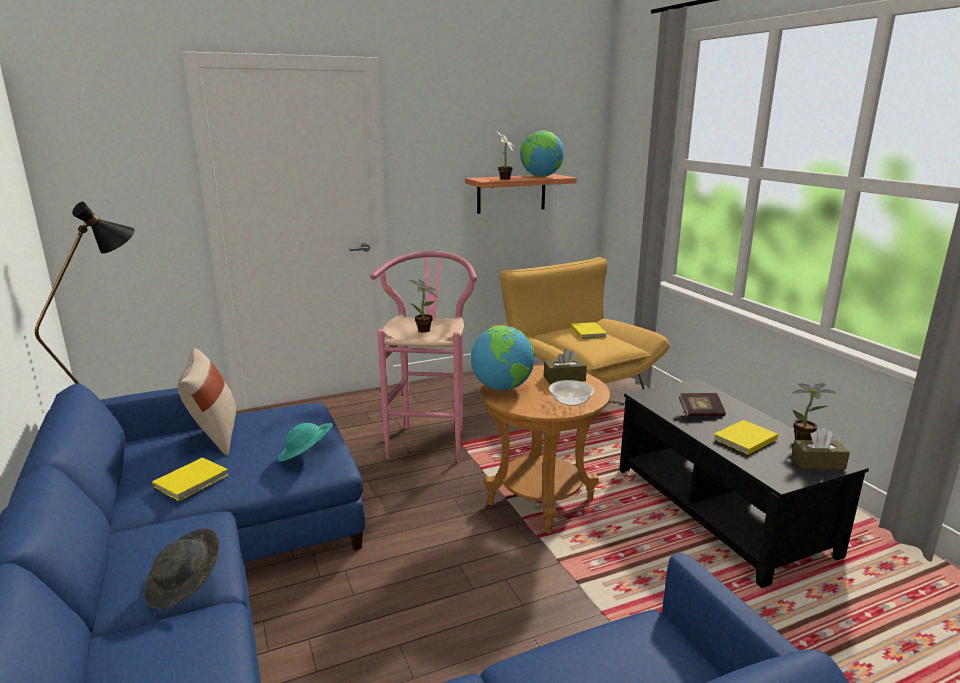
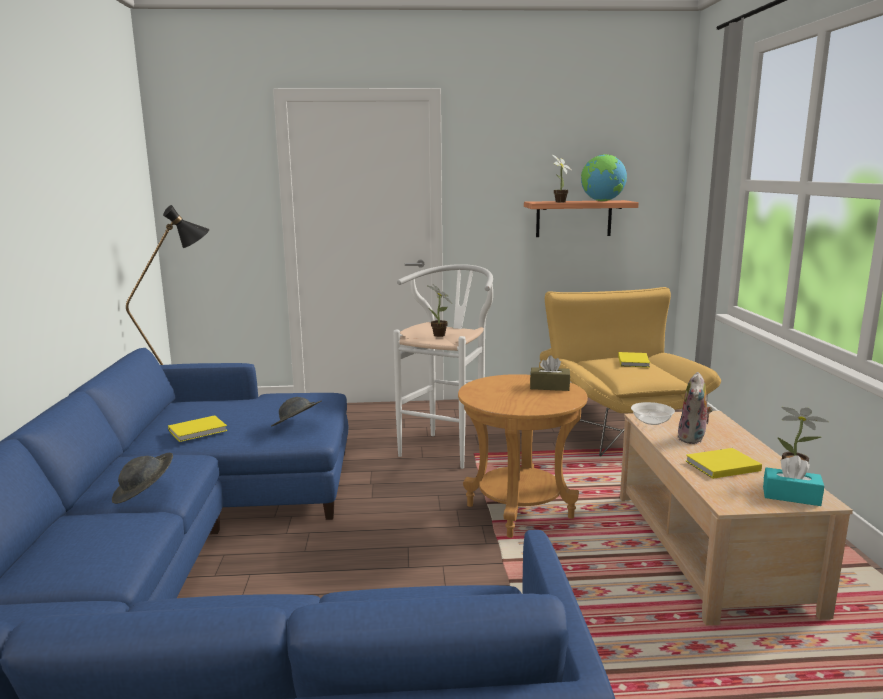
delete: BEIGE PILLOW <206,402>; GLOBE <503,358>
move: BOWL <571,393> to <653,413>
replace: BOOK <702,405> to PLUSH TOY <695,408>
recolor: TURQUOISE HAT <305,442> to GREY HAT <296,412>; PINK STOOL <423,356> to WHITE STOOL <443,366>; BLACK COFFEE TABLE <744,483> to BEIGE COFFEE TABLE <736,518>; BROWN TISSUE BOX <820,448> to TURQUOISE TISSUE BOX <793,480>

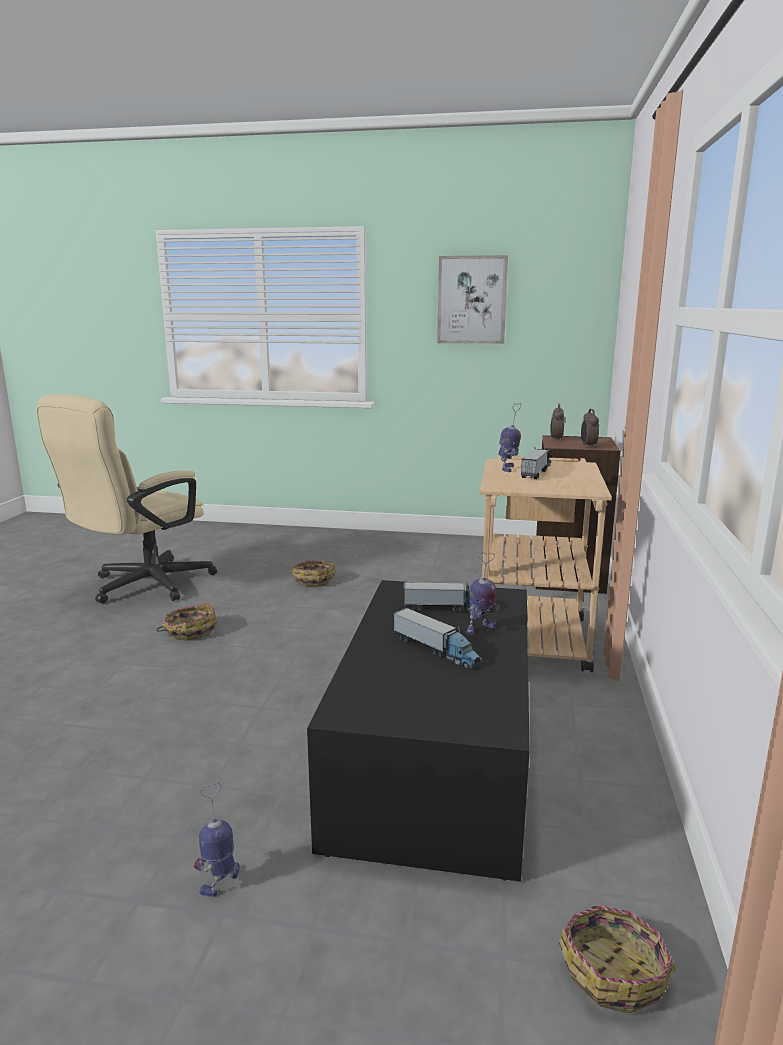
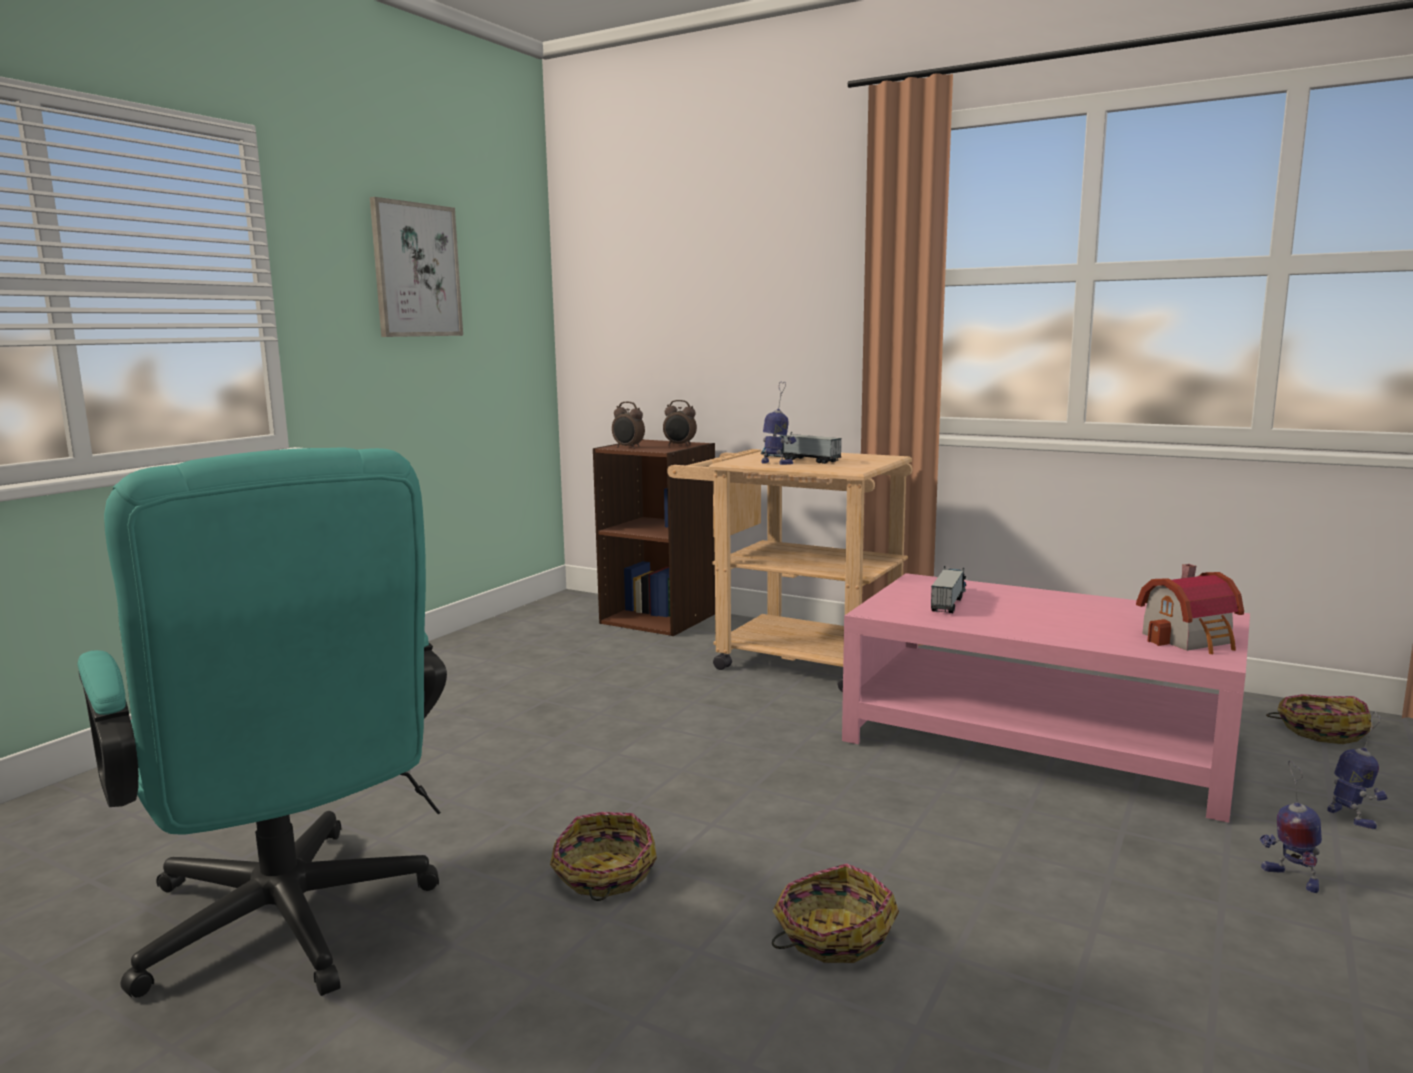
delete: TOY TRUCK <438,638>
insert: TOY HOUSE <1190,609>
move: BASKET <313,574> to <835,913>; TOY ROBOT <483,594> to <1357,770>
recolor: BEIGE OFFICE CHAIR <127,498> to TURQUOISE OFFICE CHAIR <262,722>; BLACK COFFEE TABLE <418,731> to PINK COFFEE TABLE <1046,698>

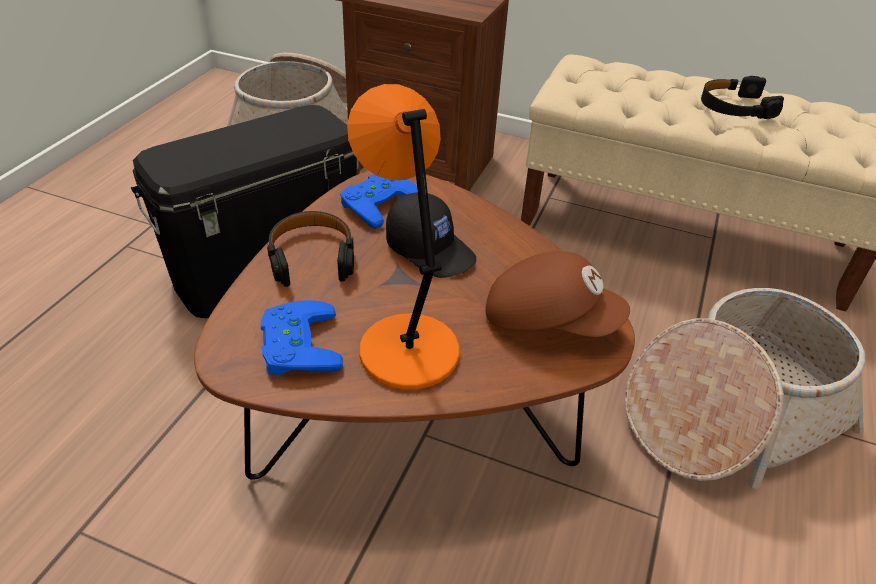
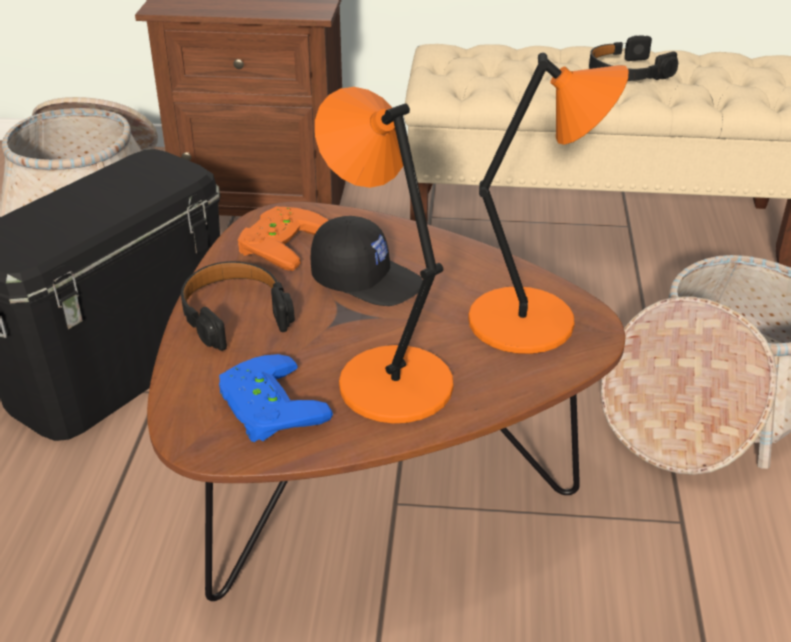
replace: BROWN CAP <557,294> to ORANGE TABLE LAMP <548,203>
recolor: BLUE GAME CONTROLLER <379,201> to ORANGE GAME CONTROLLER <283,238>

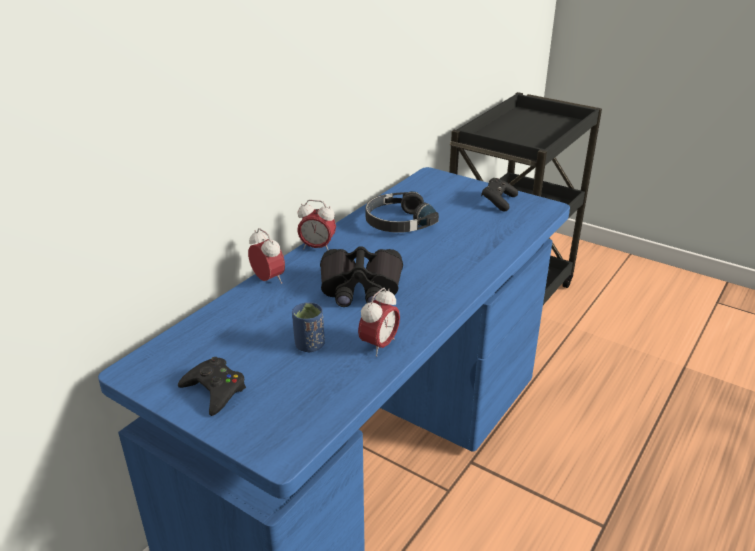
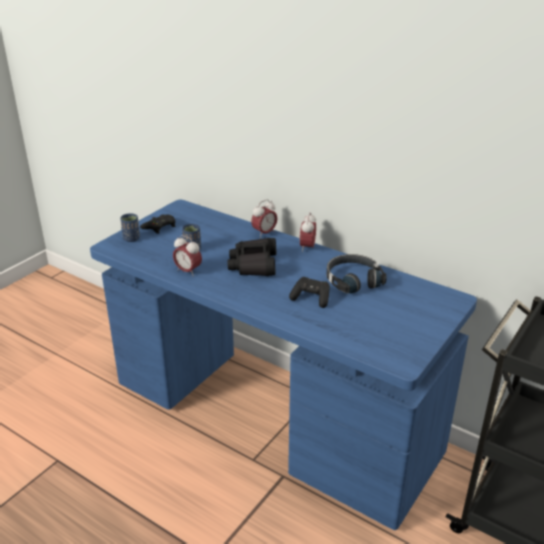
insert: BLUE CUP <130,227>
move: BLACK GAME CONTROLLER <499,194> to <309,292>

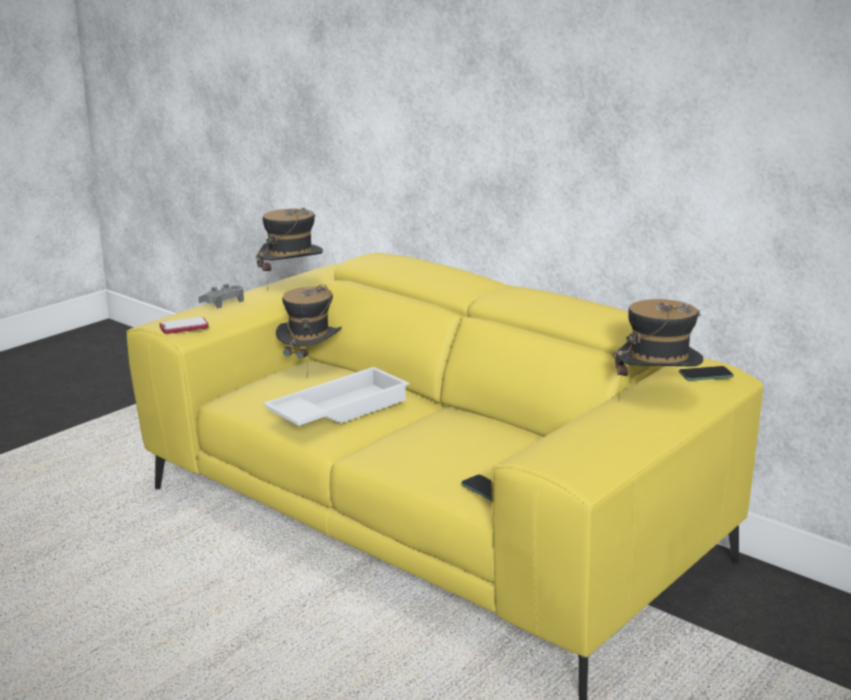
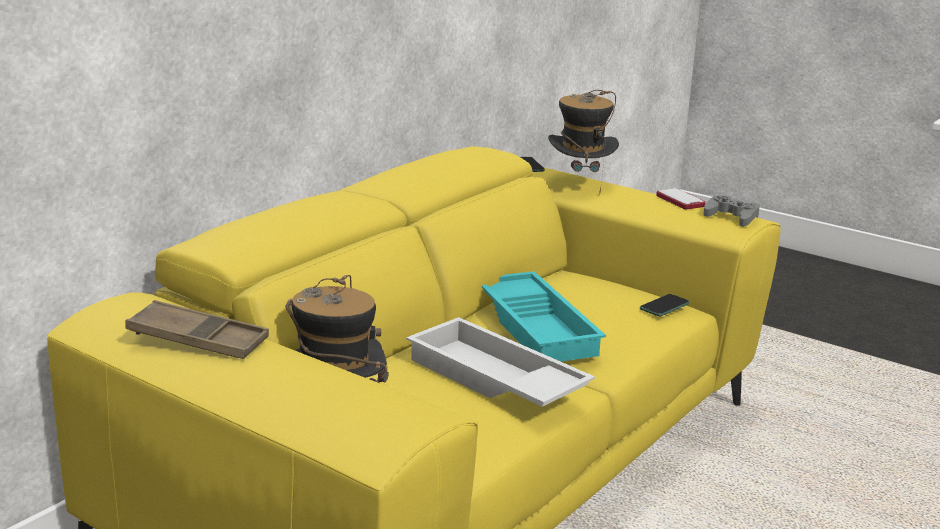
insert: TURQUOISE TRAY <544,316>
move: PHONE <184,325> to <681,198>; GREY GAME CONTROLLER <221,296> to <731,211>
replace: HAT <289,249> to BROWN TRAY <197,329>

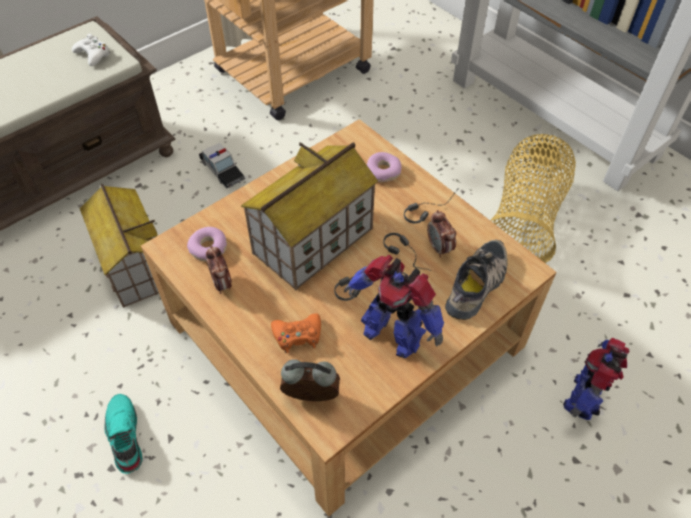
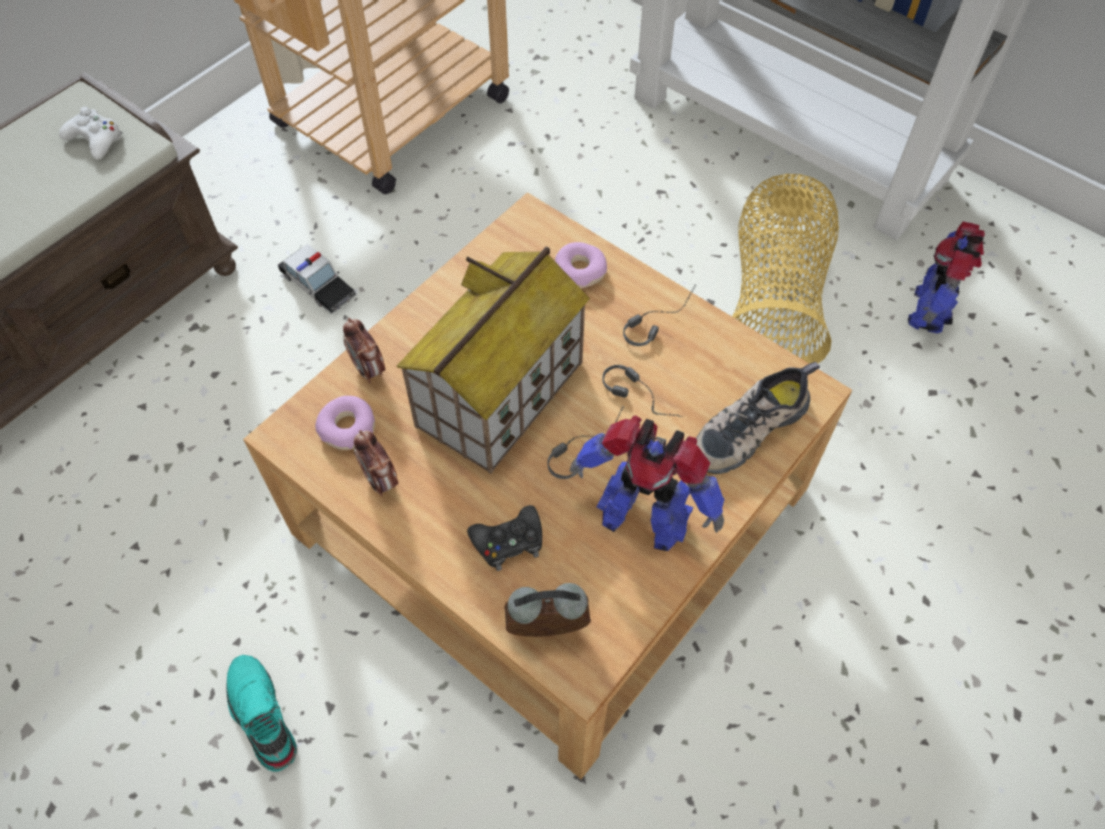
delete: TOY HOUSE <119,246>
move: ALARM CLOCK <441,234> to <364,350>; TOY ROBOT <596,379> to <946,277>
recolor: ORANGE GAME CONTROLLER <296,333> to BLACK GAME CONTROLLER <504,538>
rotate: SHOE <476,279> = <758,418> 150 degrees counterclockwise

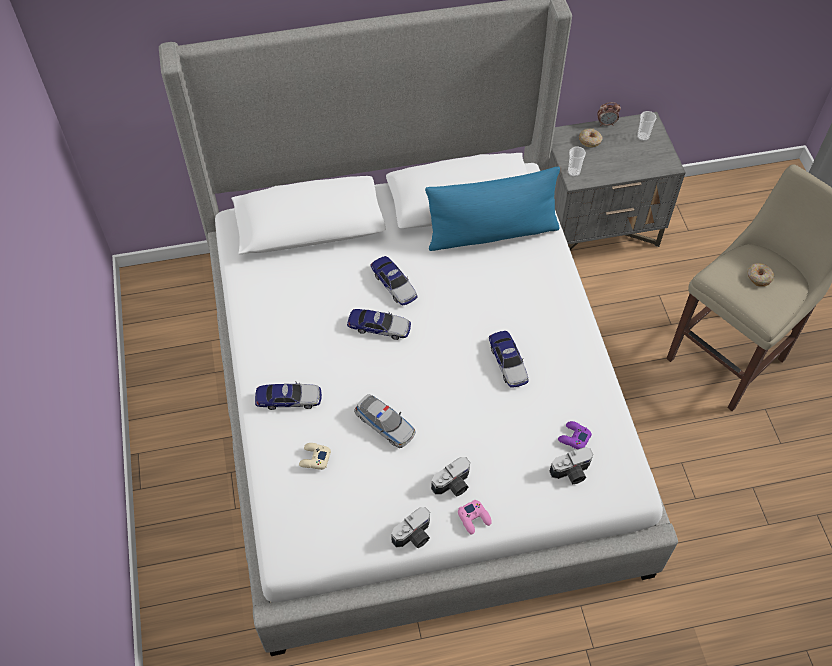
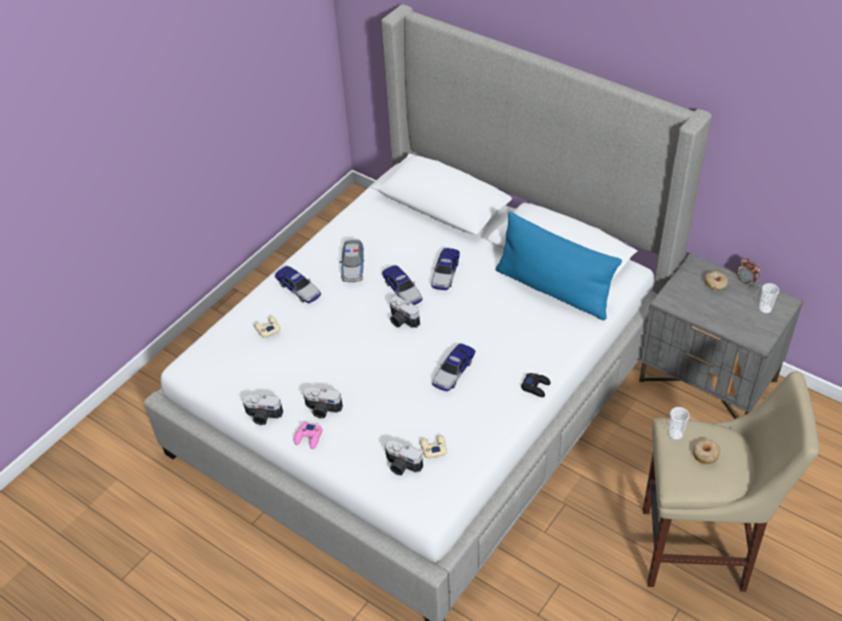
insert: PHOTO CAMERA <405,312>; BLACK GAME CONTROLLER <535,385>
move: TOY CAR <385,421> to <352,260>; CUP <577,162> to <679,423>
recolor: PURPLE GAME CONTROLLER <575,435> to BEIGE GAME CONTROLLER <433,447>

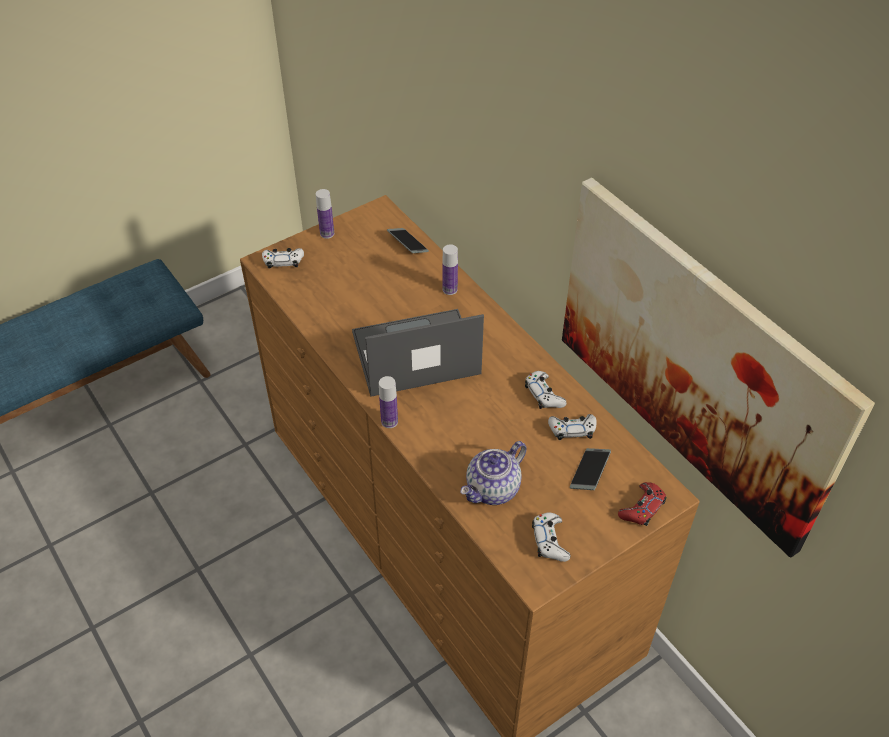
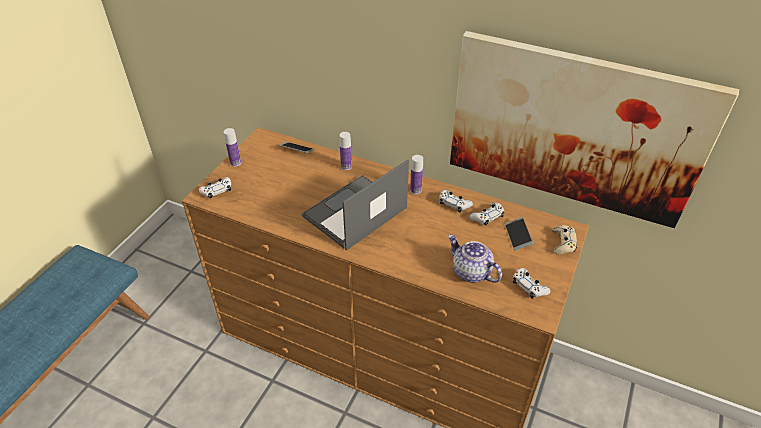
move: BOTTLE <388,402> to <416,174>
recolor: RED GAME CONTROLLER <642,504> to BEIGE GAME CONTROLLER <564,239>
rotate: TEAPOT <493,473> = <475,259> 120 degrees clockwise

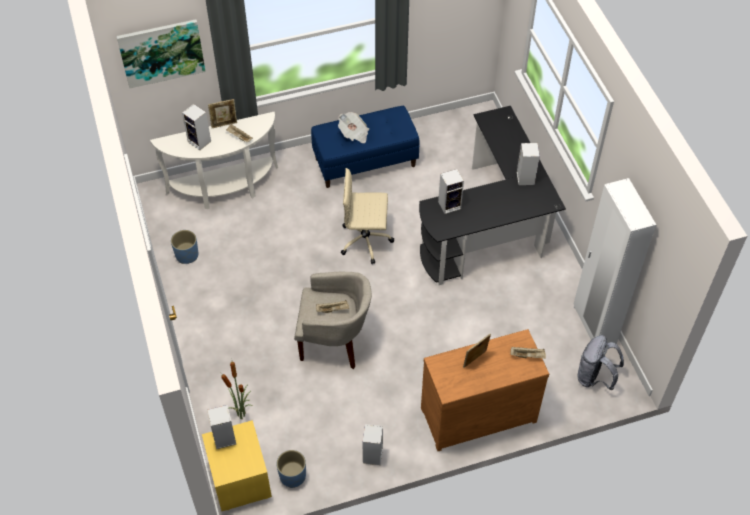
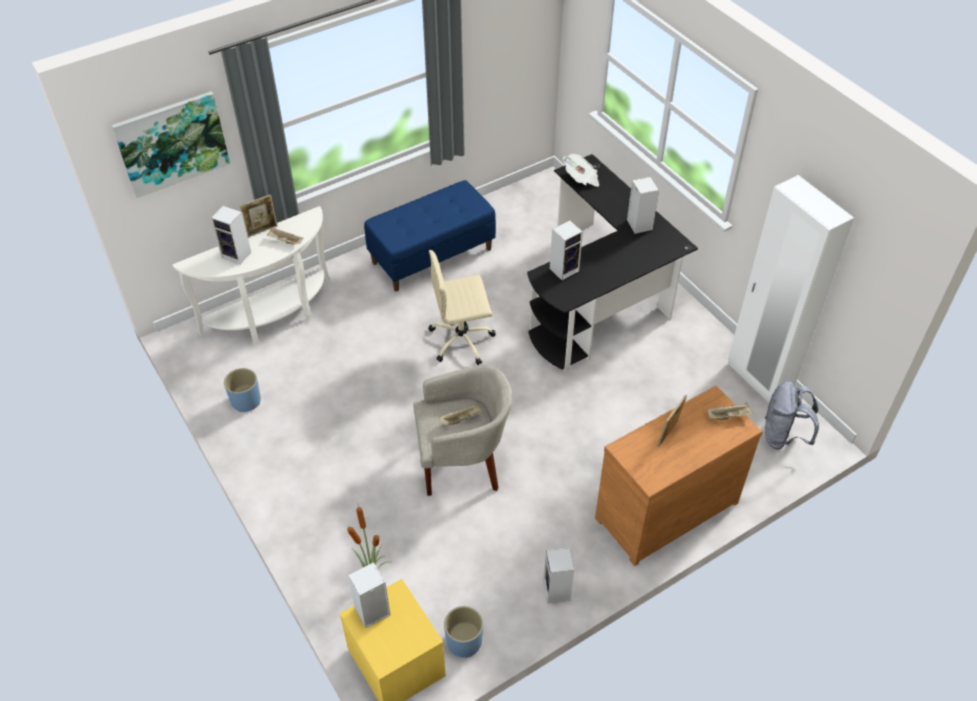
move: NEWSPAPER <353,127> to <581,170>

